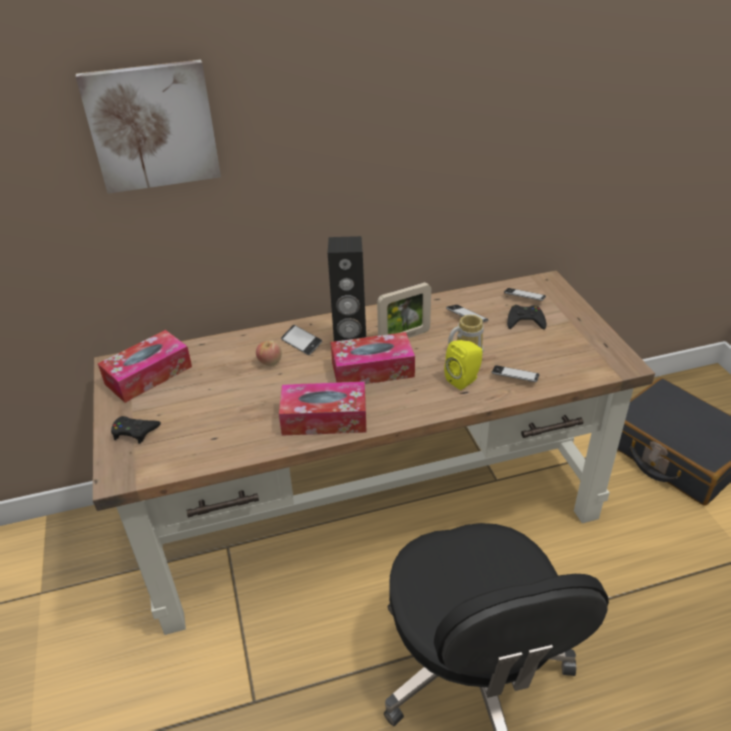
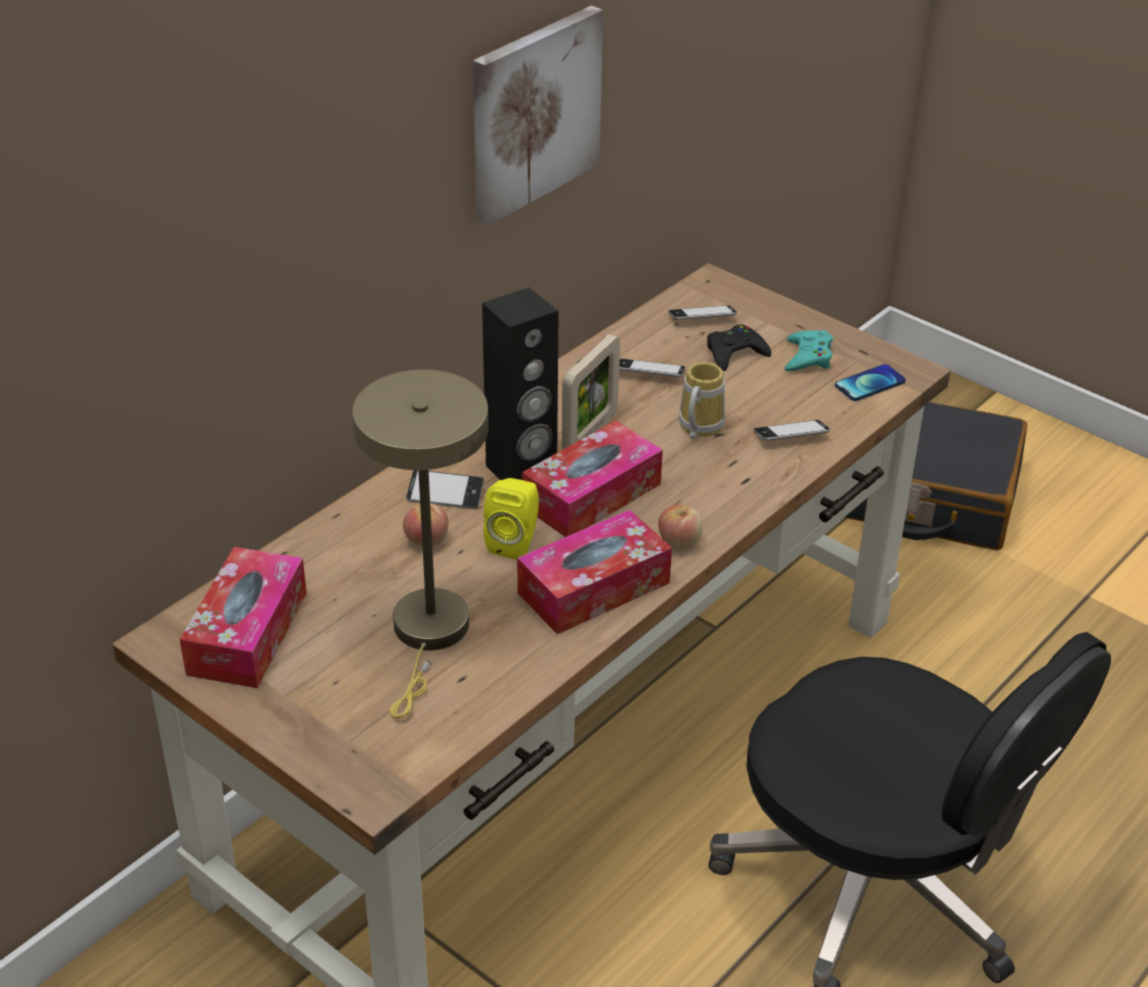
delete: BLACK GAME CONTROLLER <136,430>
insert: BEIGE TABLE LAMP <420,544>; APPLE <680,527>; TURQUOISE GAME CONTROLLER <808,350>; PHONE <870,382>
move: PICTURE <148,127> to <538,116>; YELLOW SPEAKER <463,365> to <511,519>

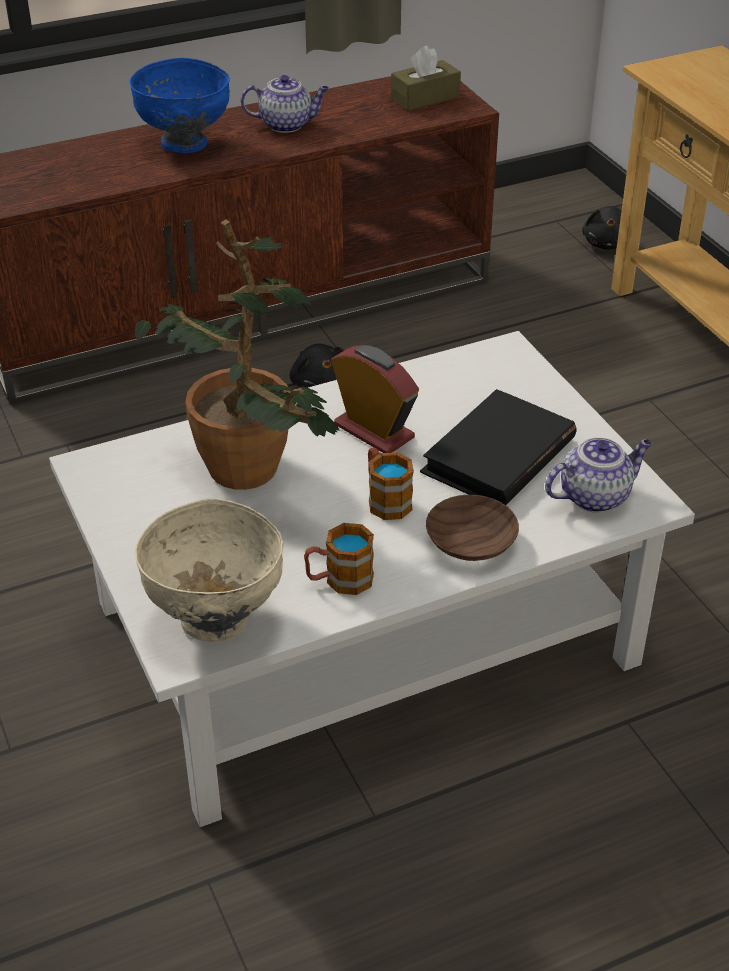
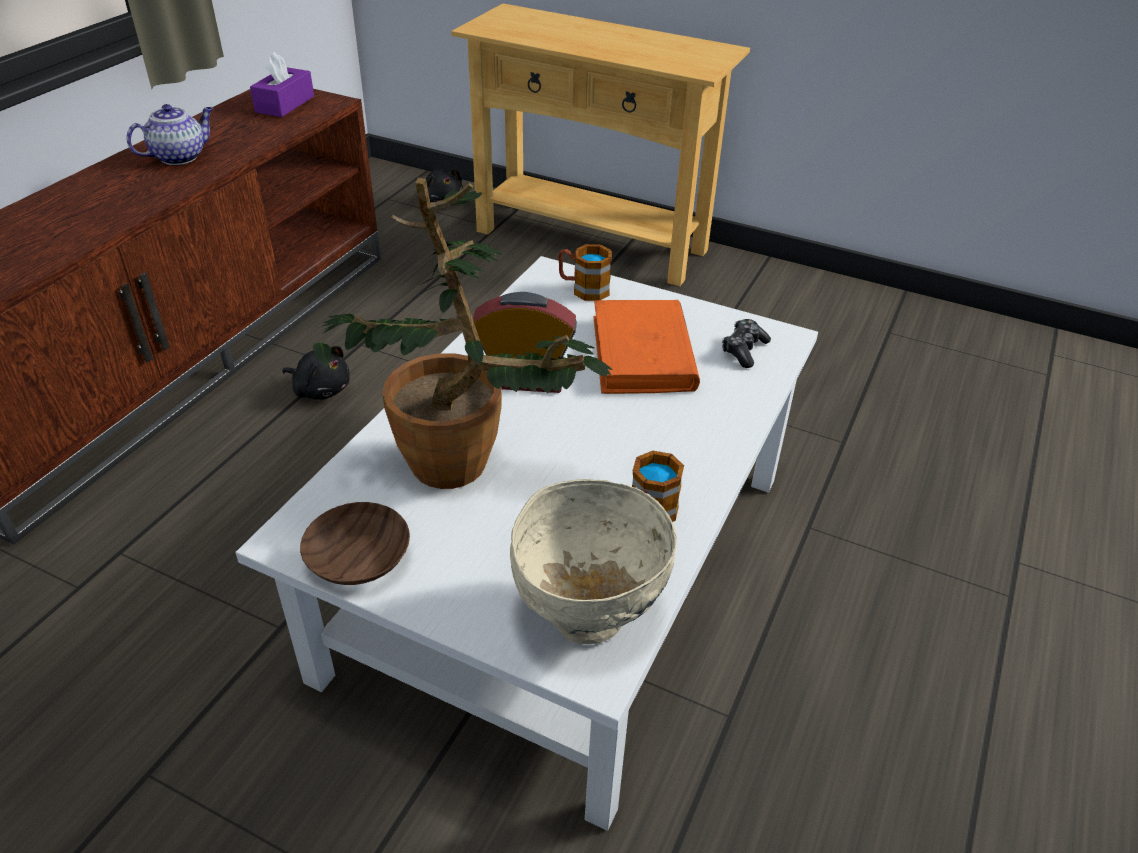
delete: BLUE BOWL <179,105>
move: MUG <391,483> to <585,272>; BROWN BOWL <472,528> to <355,543>
replace: TEAPOT <598,475> to GAME CONTROLLER <746,343>
recolor: BROWN TISSUE BOX <426,78> to PURPLE TISSUE BOX <282,84>; BLACK BOOK <498,447> to ORANGE BOOK <647,347>

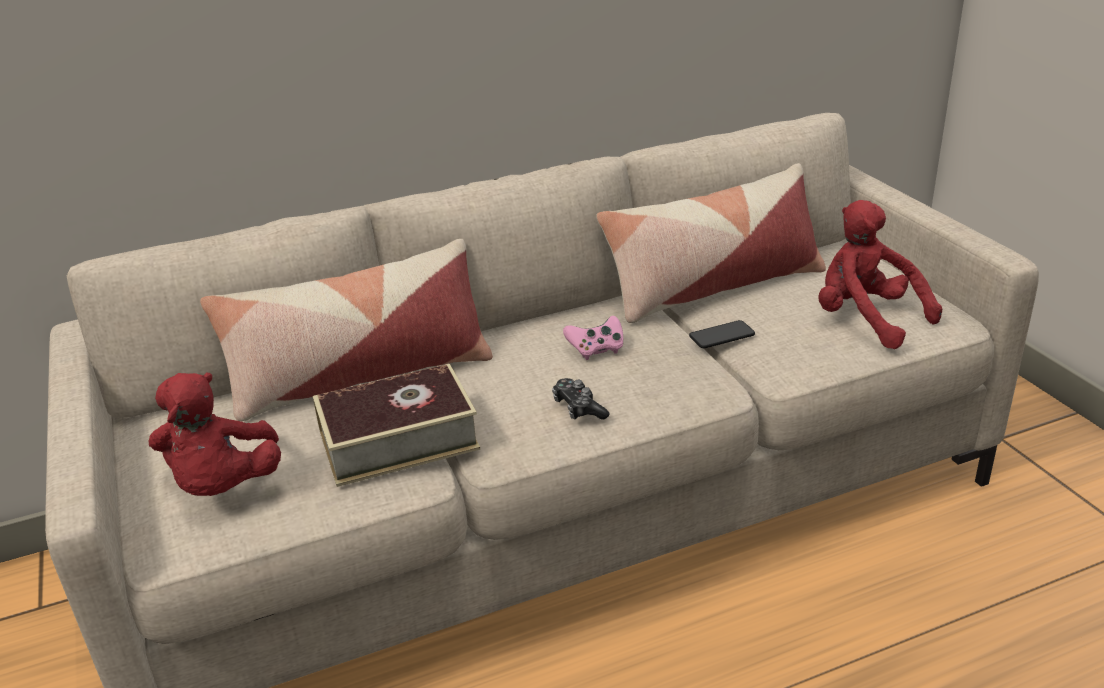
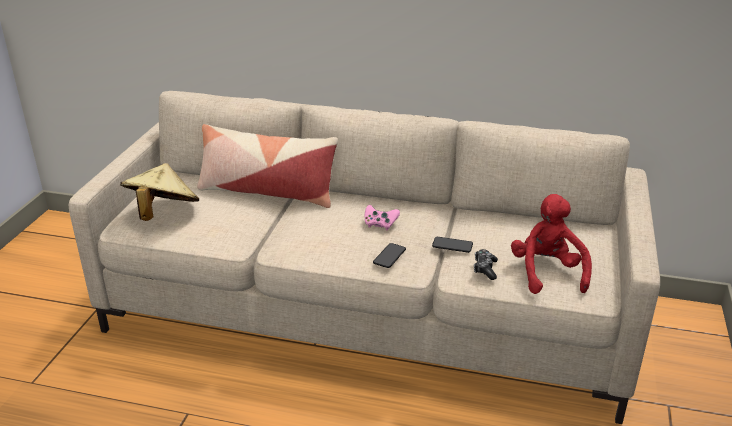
delete: BOOK <396,425>; PILLOW <711,243>
insert: PHONE <389,255>
move: GAME CONTROLLER <581,399> to <486,264>
replace: RED PLUSH TOY <215,434> to BEIGE HAT <159,192>

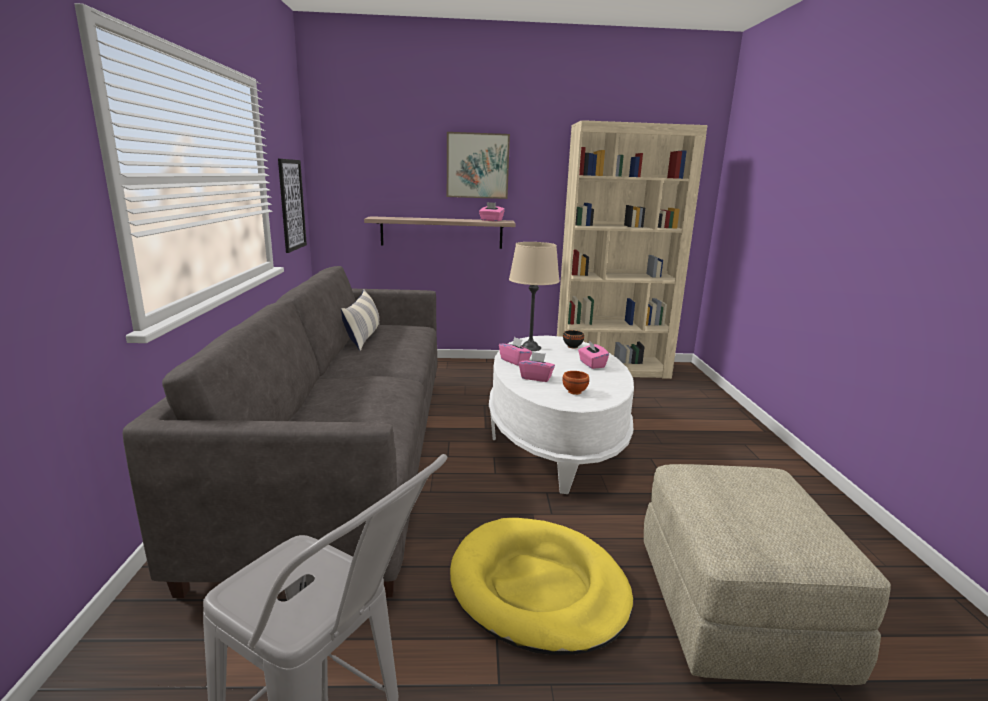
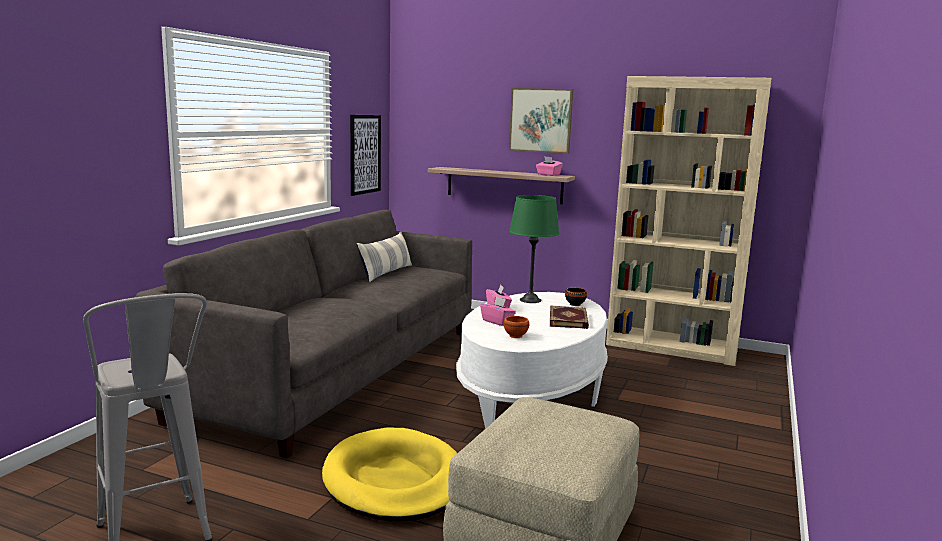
replace: PINK TISSUE BOX <593,355> to BOOK <569,317>
recolor: BEIGE TABLE LAMP <534,296> to GREEN TABLE LAMP <534,249>

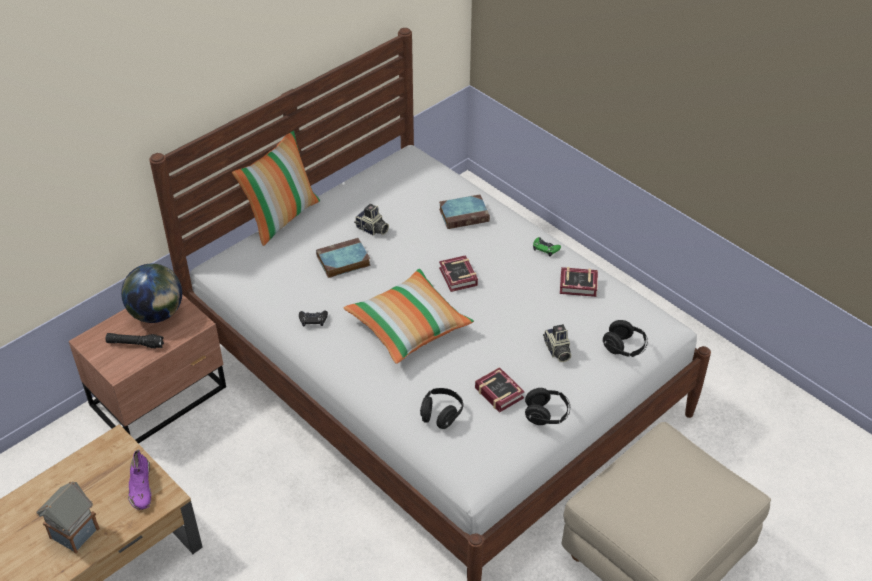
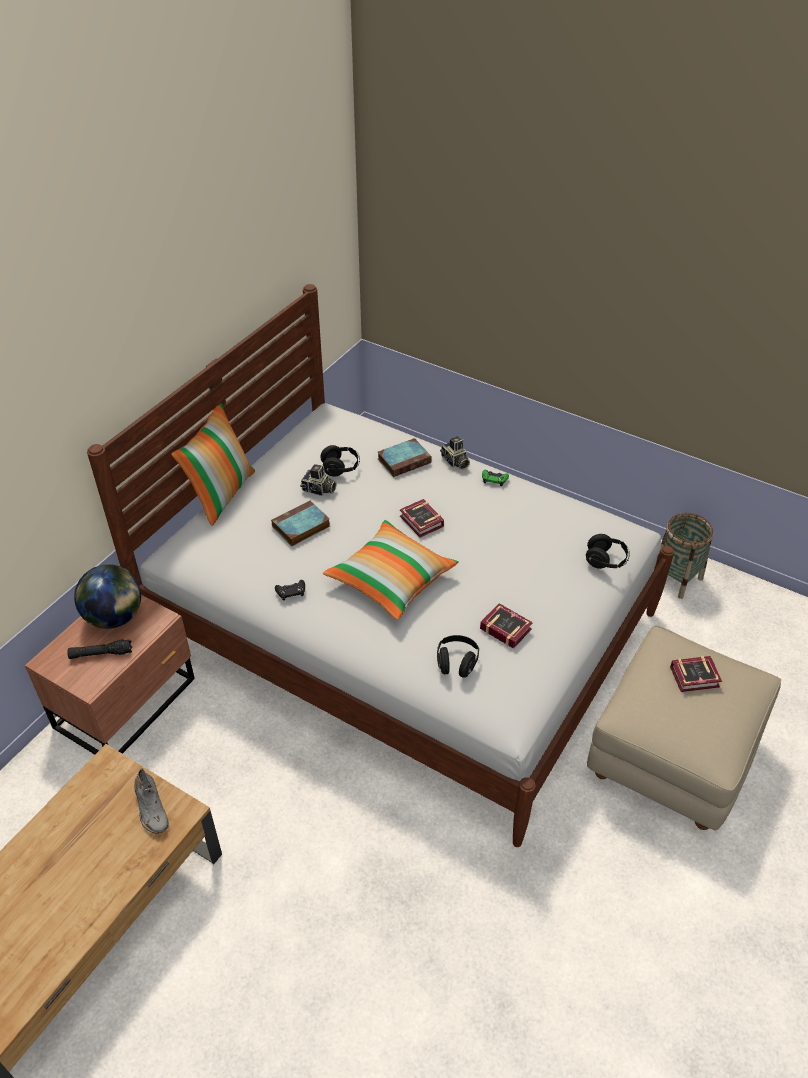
delete: TOY HOUSE <68,518>
insert: BASKET <686,556>
move: BLACK HEADPHONES <547,406> to <340,461>; PHOTO CAMERA <557,343> to <455,453>; BOOK <579,282> to <696,674>
recolor: PURPLE SHOE <139,479> to GREY SHOE <151,801>

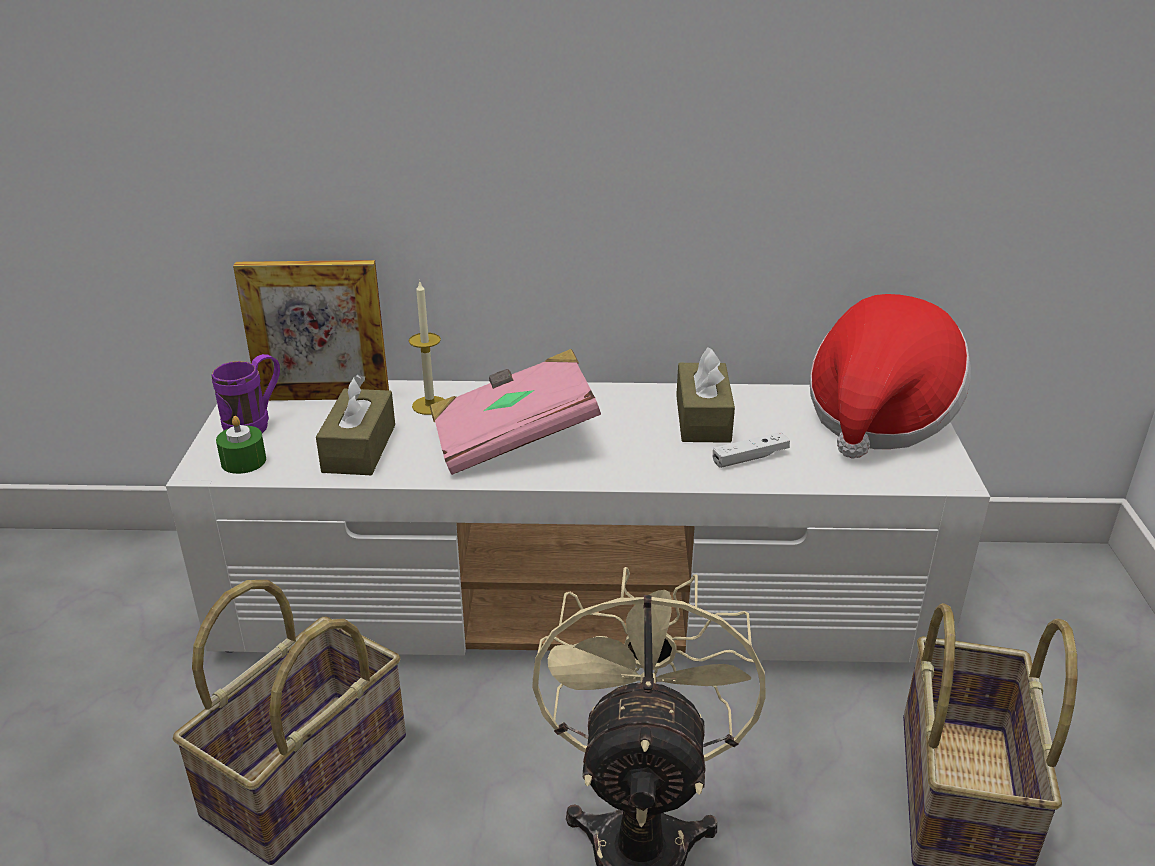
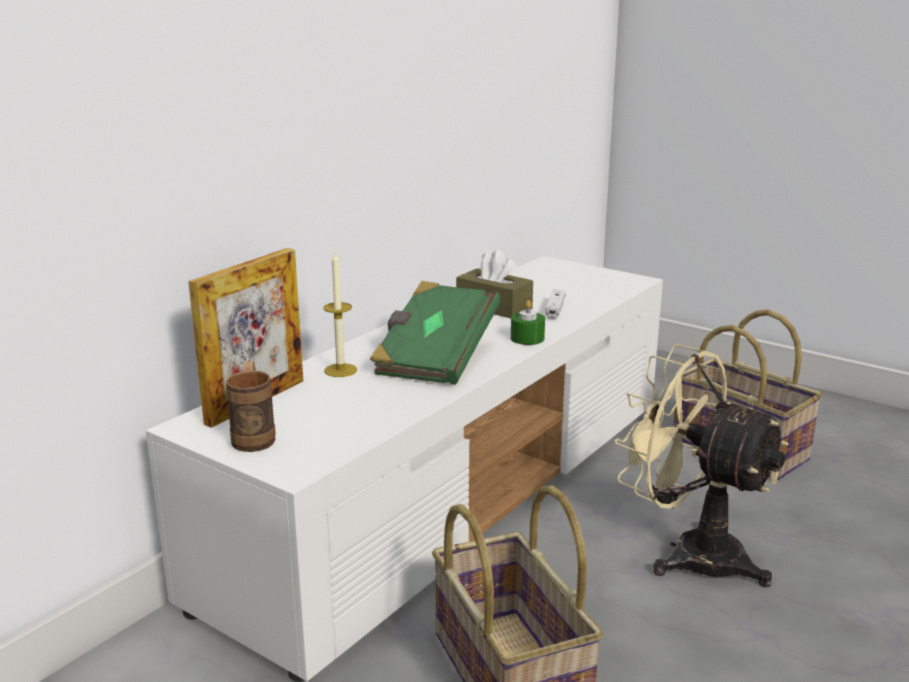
delete: BROWN TISSUE BOX <355,424>; HAT <890,376>
move: GREEN CANDLE <241,445> to <528,322>
recolor: PURPLE MUG <246,393> to BROWN MUG <251,406>; PINK BOOK <515,412> to GREEN BOOK <435,333>

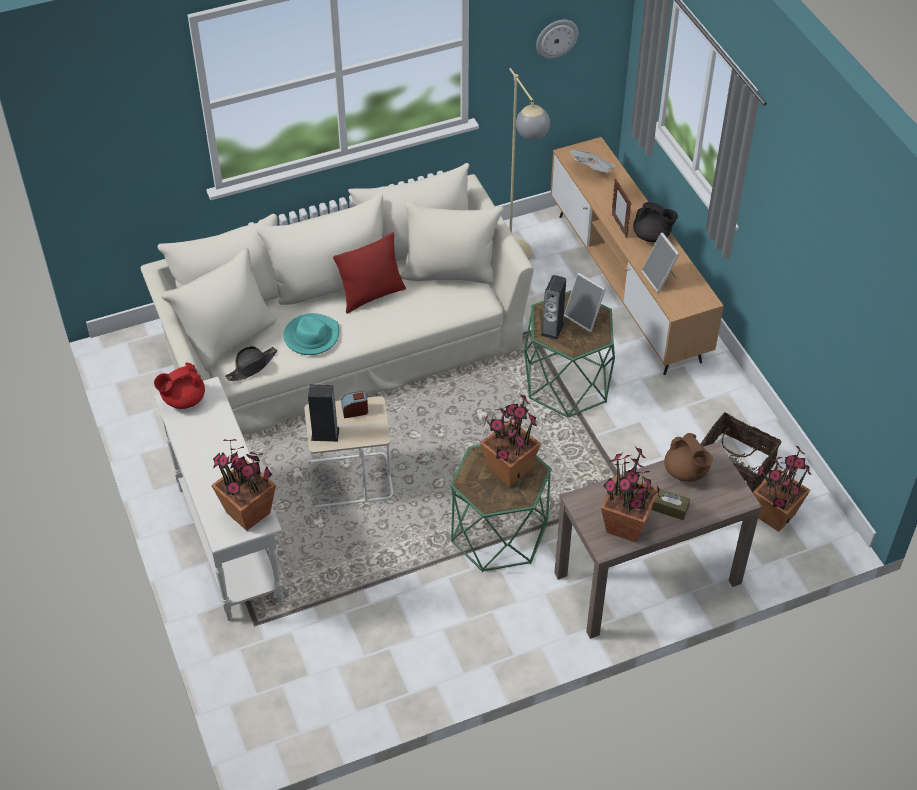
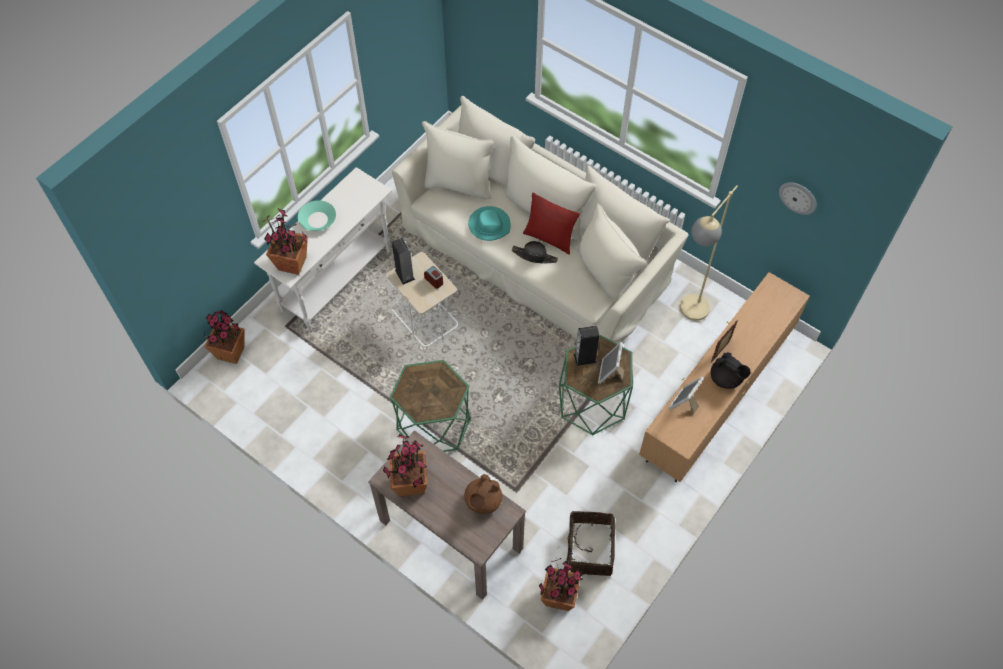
delete: RED TEAPOT <179,386>; NEWSPAPER <593,161>; BROWN TISSUE BOX <671,504>
insert: TURQUOISE BOWL <317,215>
move: BLACK HAT <251,363> to <535,252>; POTTED PLANT <510,440> to <224,337>
rotate: BLACK TEAPOT <655,221> = <731,370> 45 degrees counterclockwise

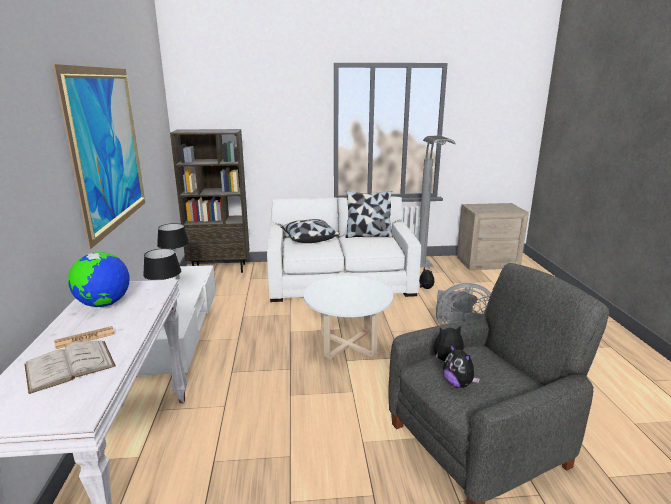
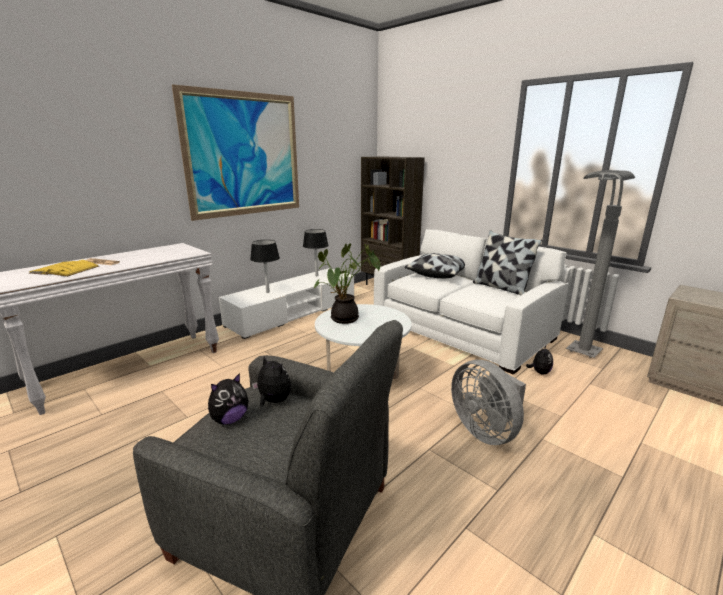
delete: GLOBE <99,279>
insert: POTTED PLANT <347,283>
recolor: WHITE BOOK <70,367> to YELLOW BOOK <64,268>
rotate: PLUSH TOY <461,366> = <228,398> 150 degrees counterclockwise

